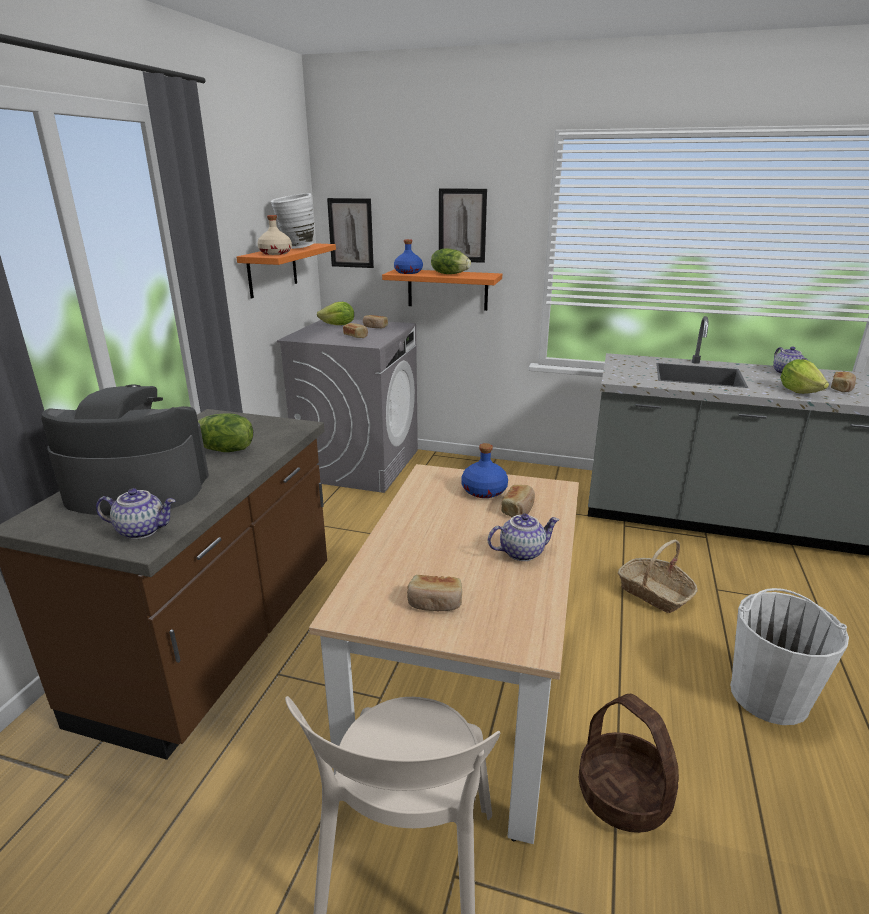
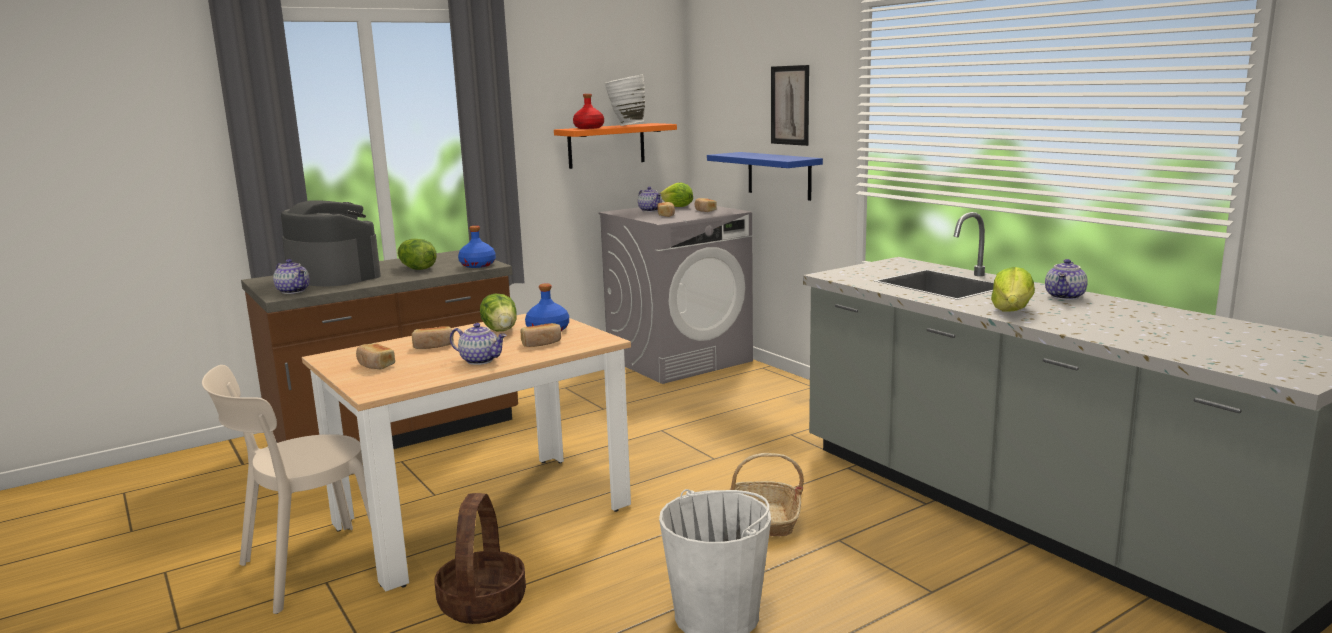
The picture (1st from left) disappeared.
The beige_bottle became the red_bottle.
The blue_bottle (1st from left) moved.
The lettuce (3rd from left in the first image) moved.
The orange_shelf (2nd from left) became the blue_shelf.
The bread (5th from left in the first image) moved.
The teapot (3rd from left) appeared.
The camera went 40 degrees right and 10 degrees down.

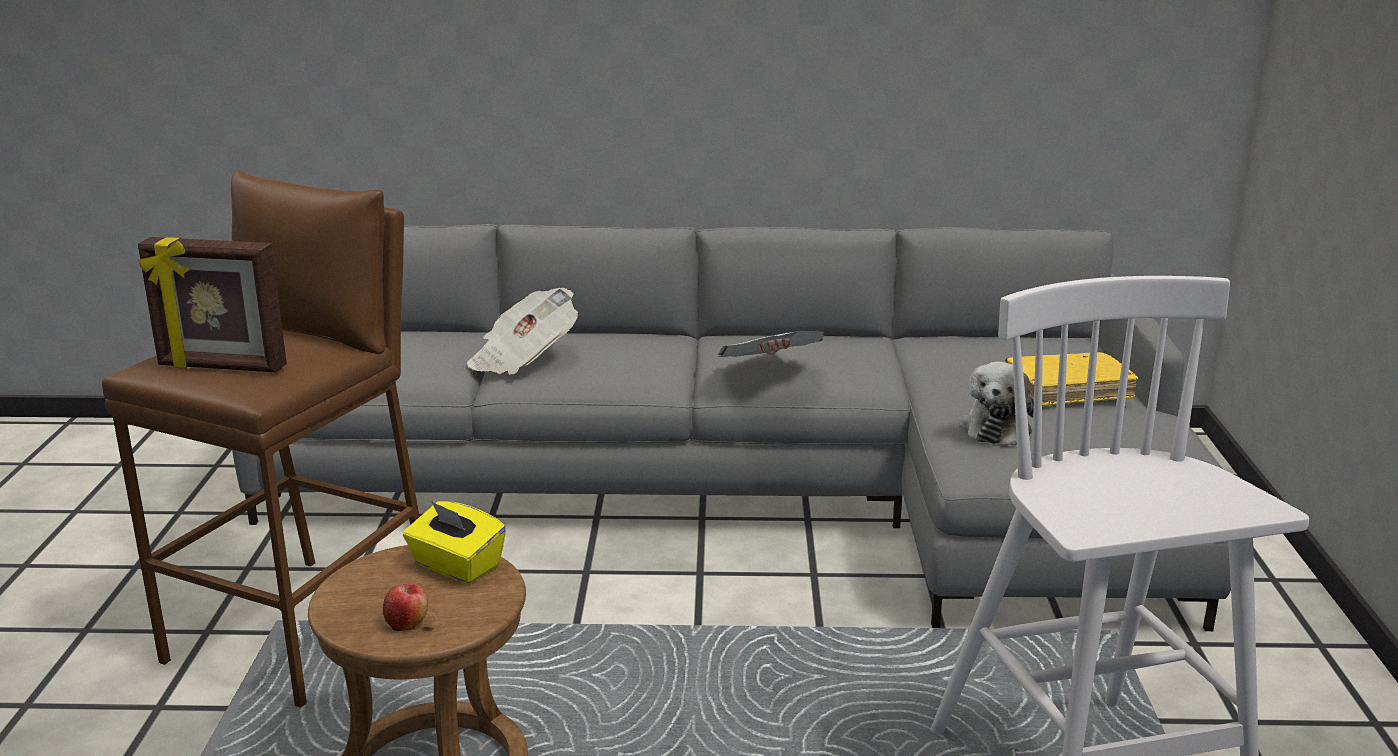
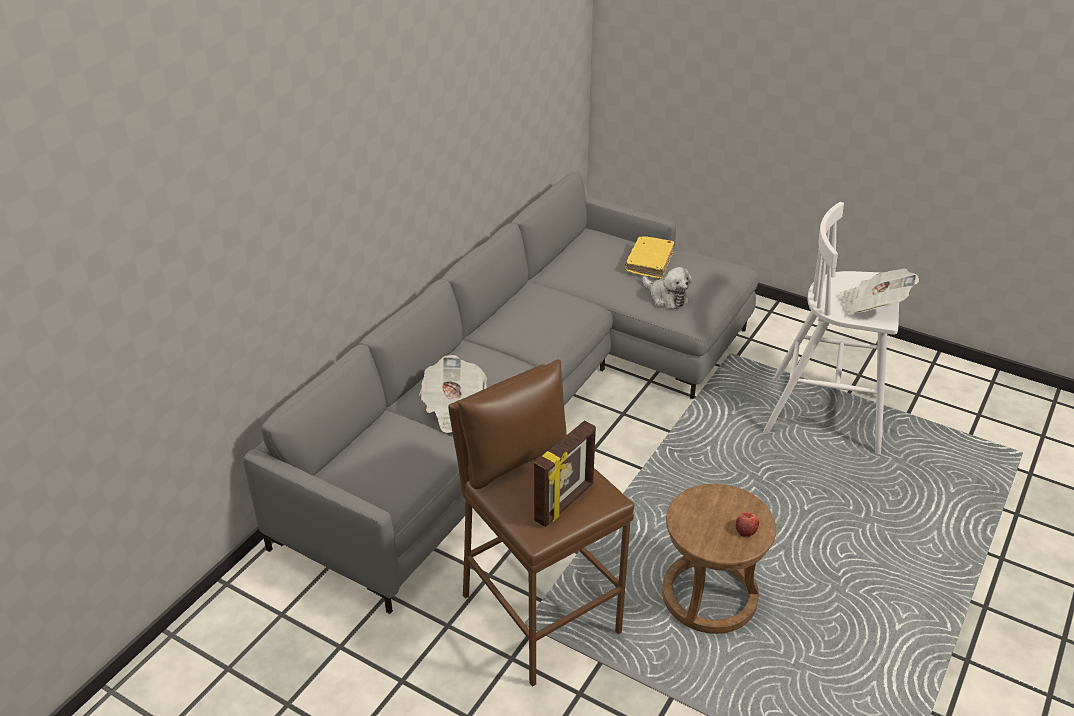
The newspaper (2nd from left) moved.
The yellow_tissue_box disappeared.
The camera went 60 degrees left and 15 degrees up.

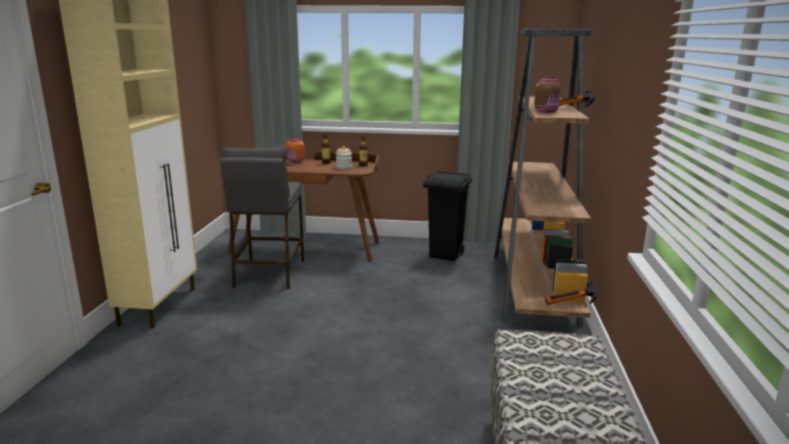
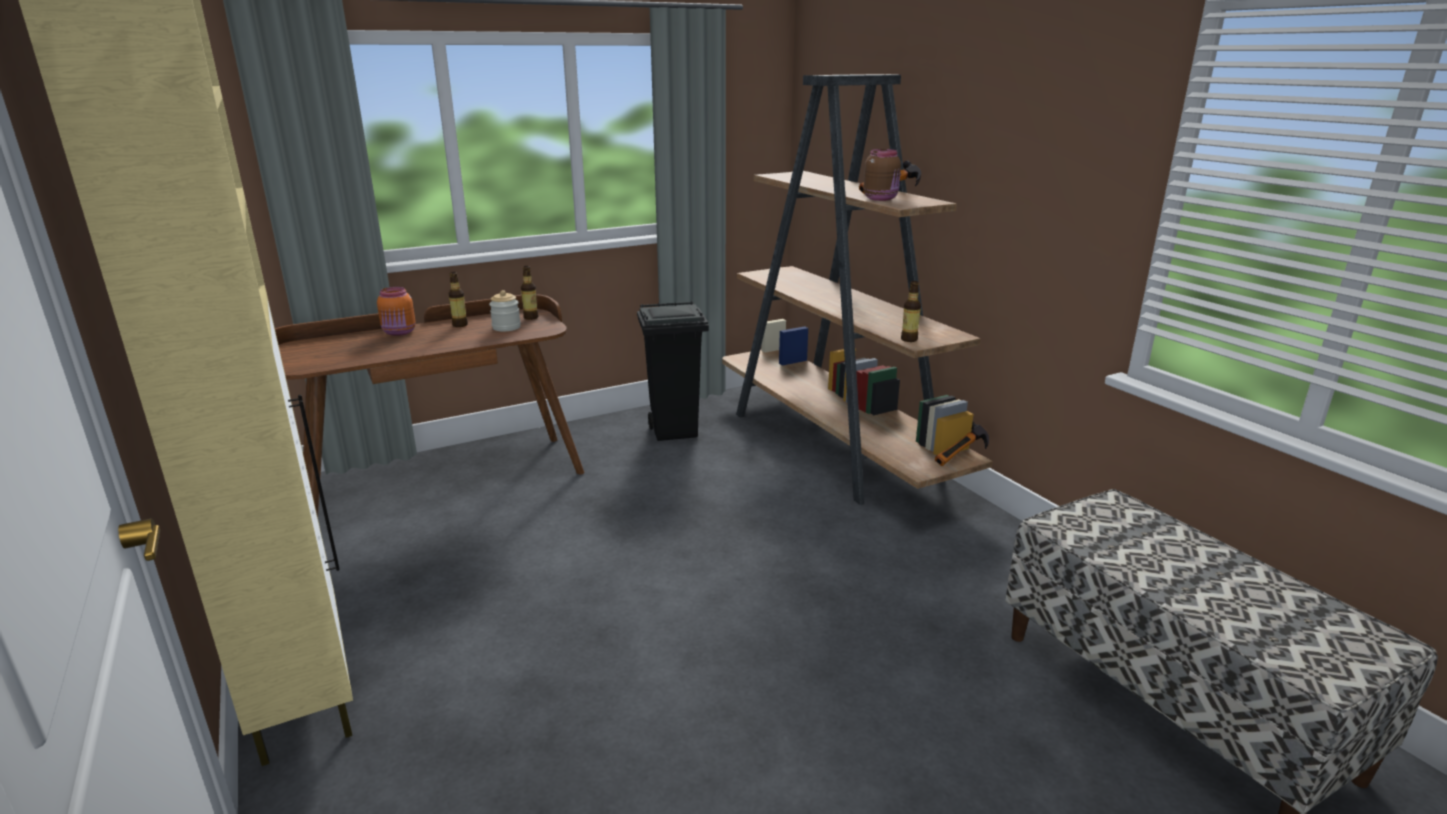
The grey_stool disappeared.
The bottle (3rd from left) appeared.
The camera went 35 degrees left and 5 degrees up.

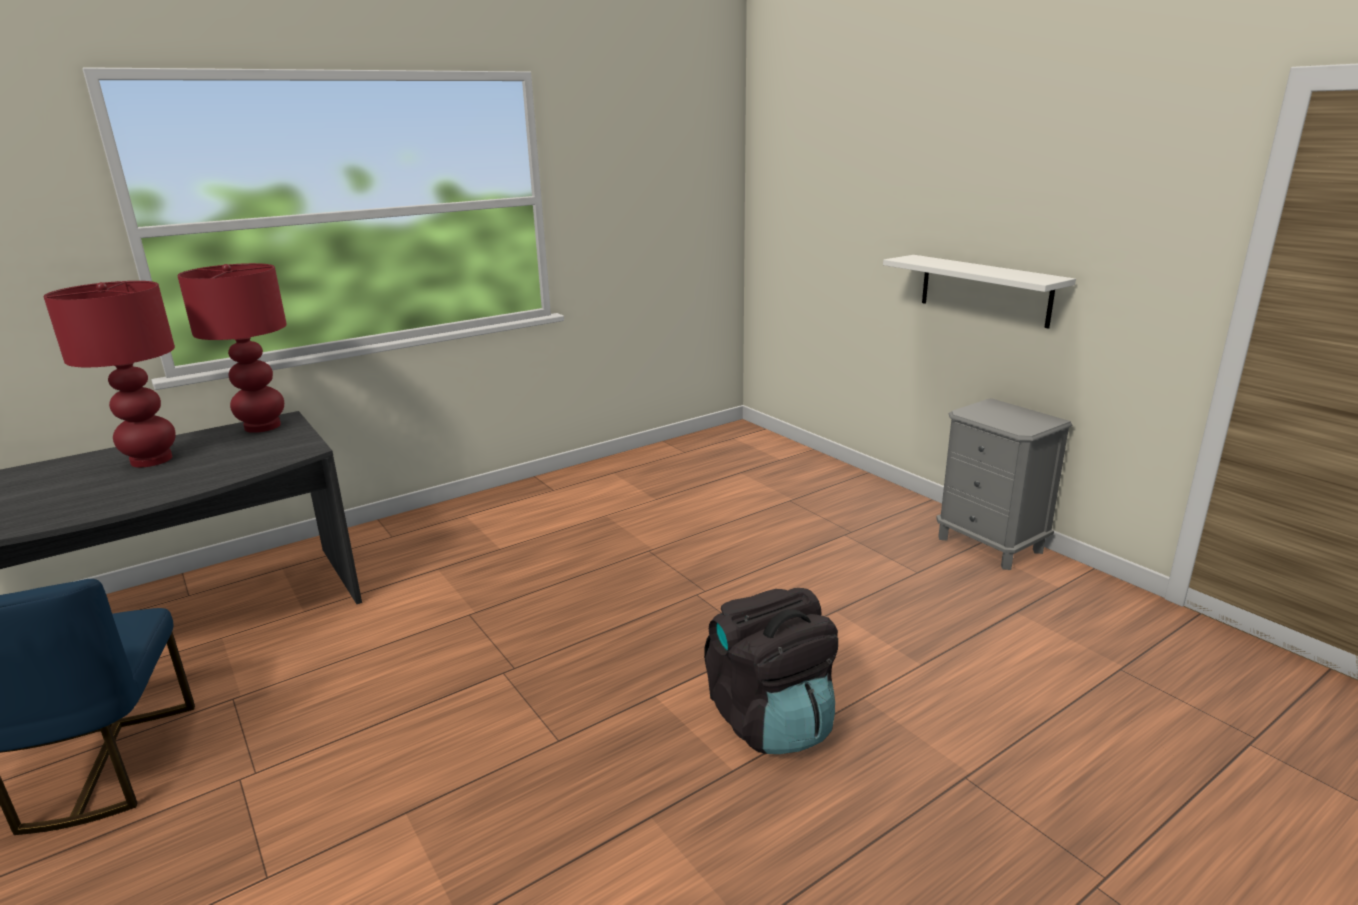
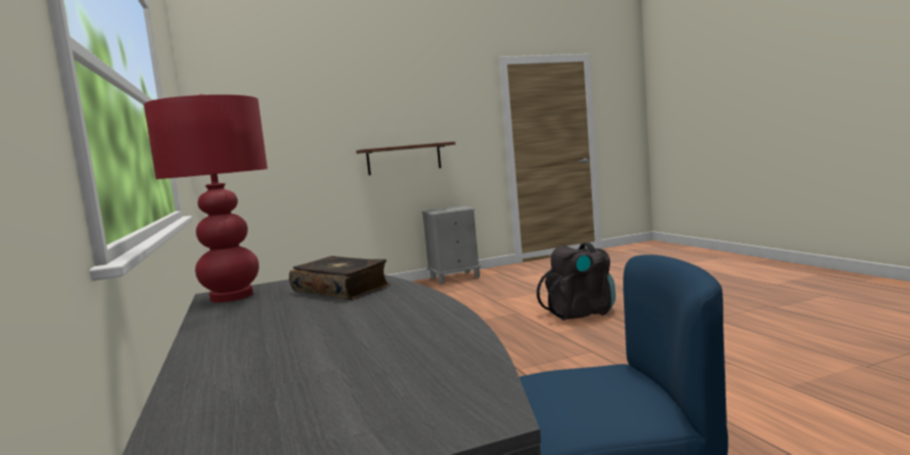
The white_shelf became the brown_shelf.
The red_table_lamp (1st from left) disappeared.
The book appeared.
The camera went 75 degrees left and 15 degrees down.

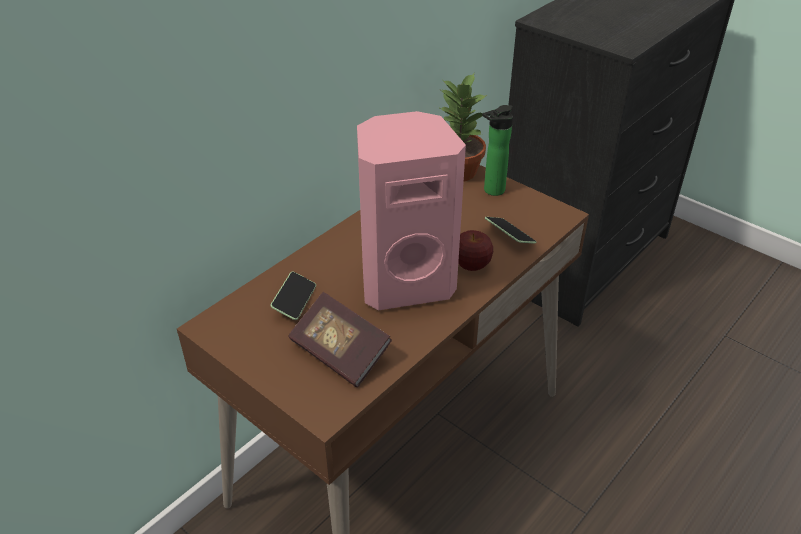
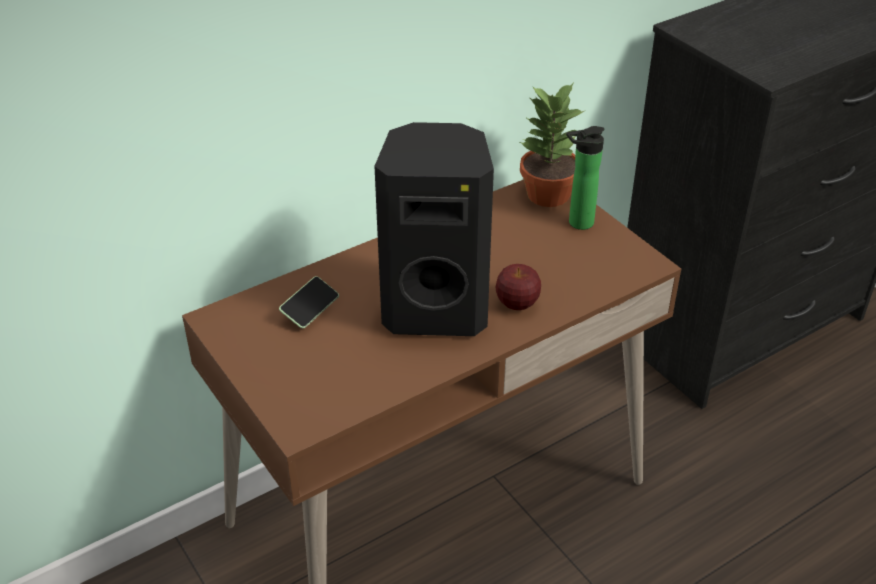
The pink_speaker became the black_speaker.
The phone (2nd from left) disappeared.
The book disappeared.
The camera went 15 degrees right and 0 degrees up.

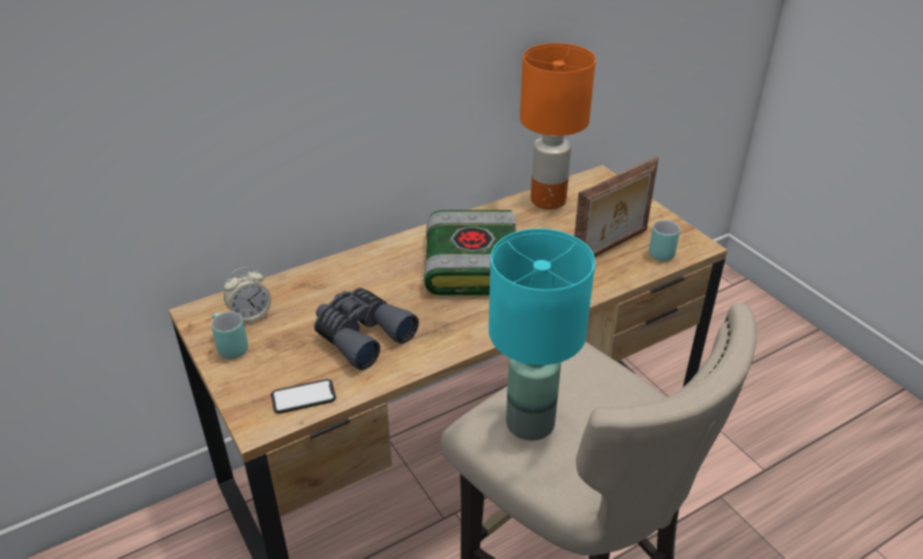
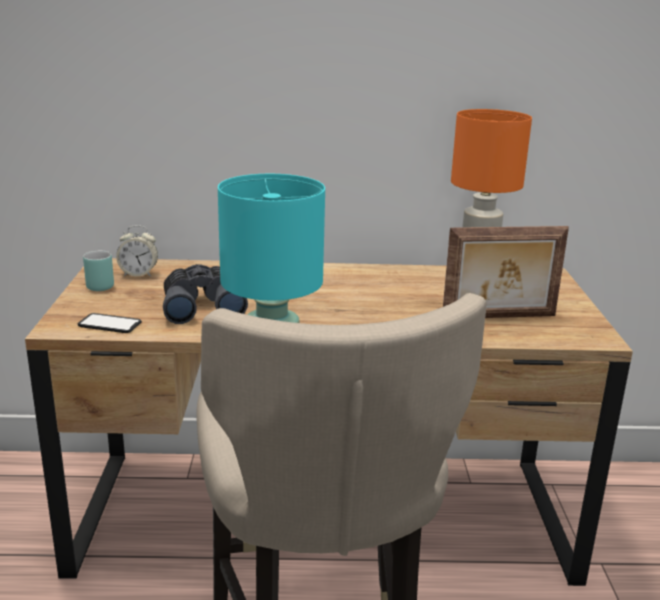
The book disappeared.
The turquoise_mug (2nd from left) disappeared.
The camera went 30 degrees right and 15 degrees down.

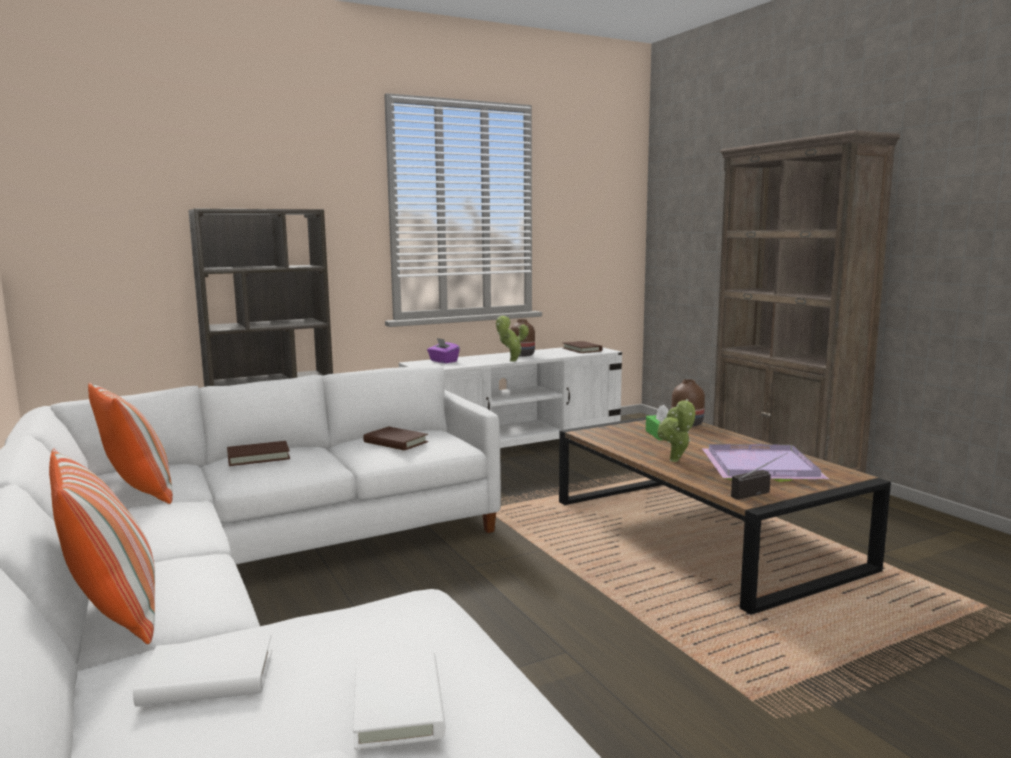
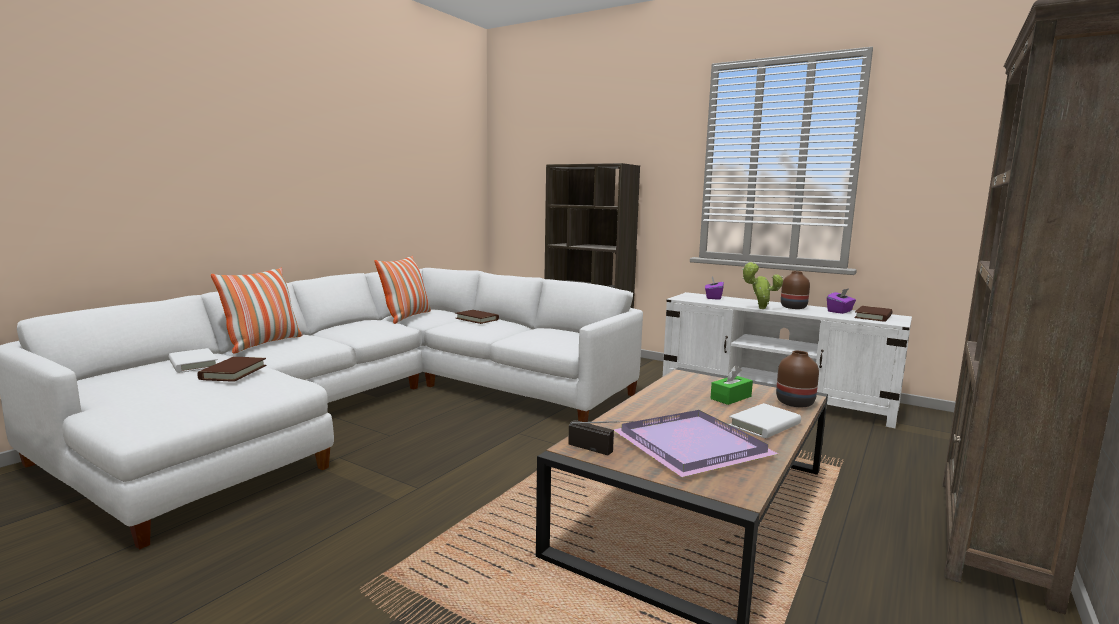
The potted_plant (2nd from left) disappeared.
The brown_book (2nd from left in the first image) moved.
The white_book (2nd from left) moved.
The purple_tissue_box (2nd from left) appeared.
The camera went 60 degrees right and 0 degrees up.

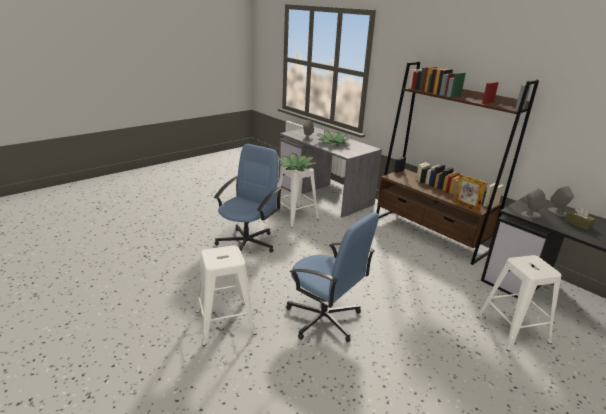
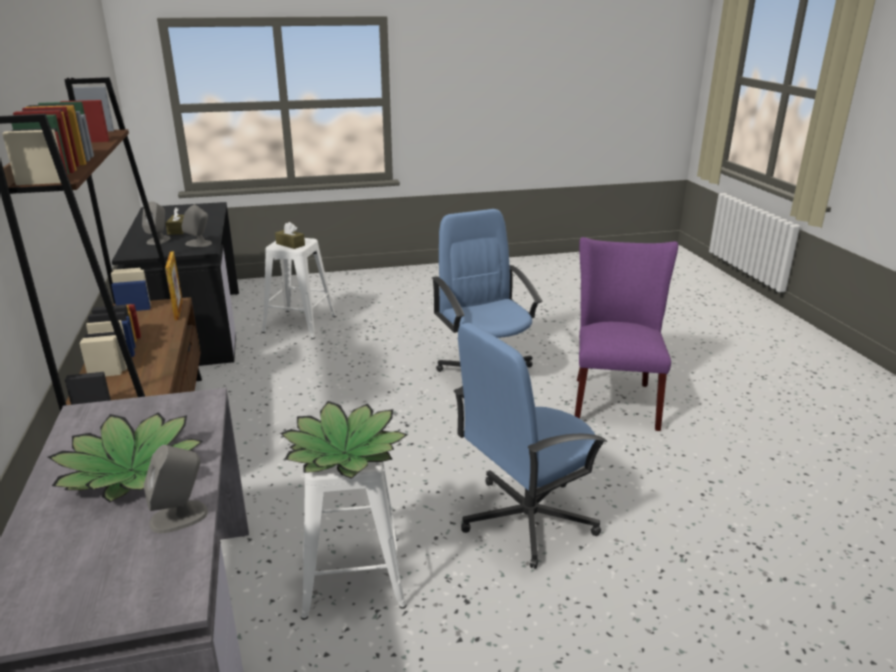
The white_stool (1st from left) was replaced by the purple_chair.
The brown_tissue_box (2nd from left) appeared.
The camera went 150 degrees left and 0 degrees up.

